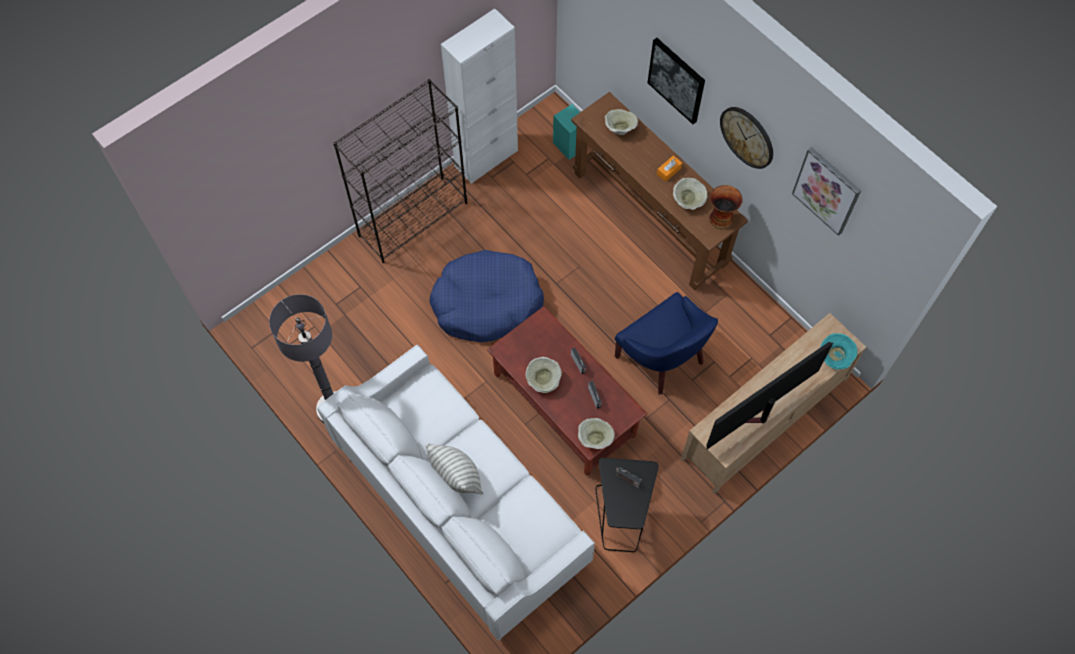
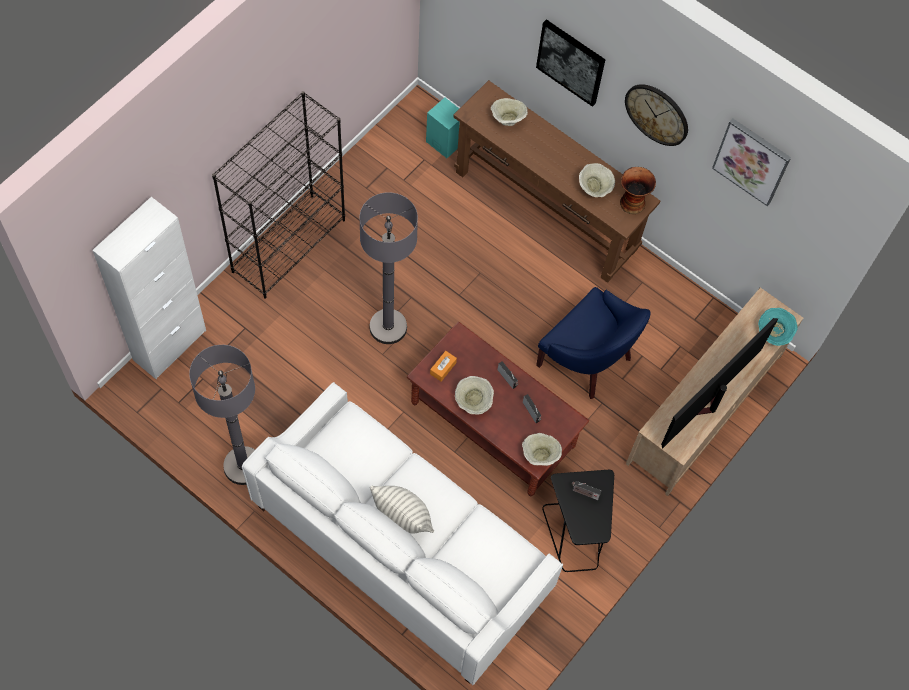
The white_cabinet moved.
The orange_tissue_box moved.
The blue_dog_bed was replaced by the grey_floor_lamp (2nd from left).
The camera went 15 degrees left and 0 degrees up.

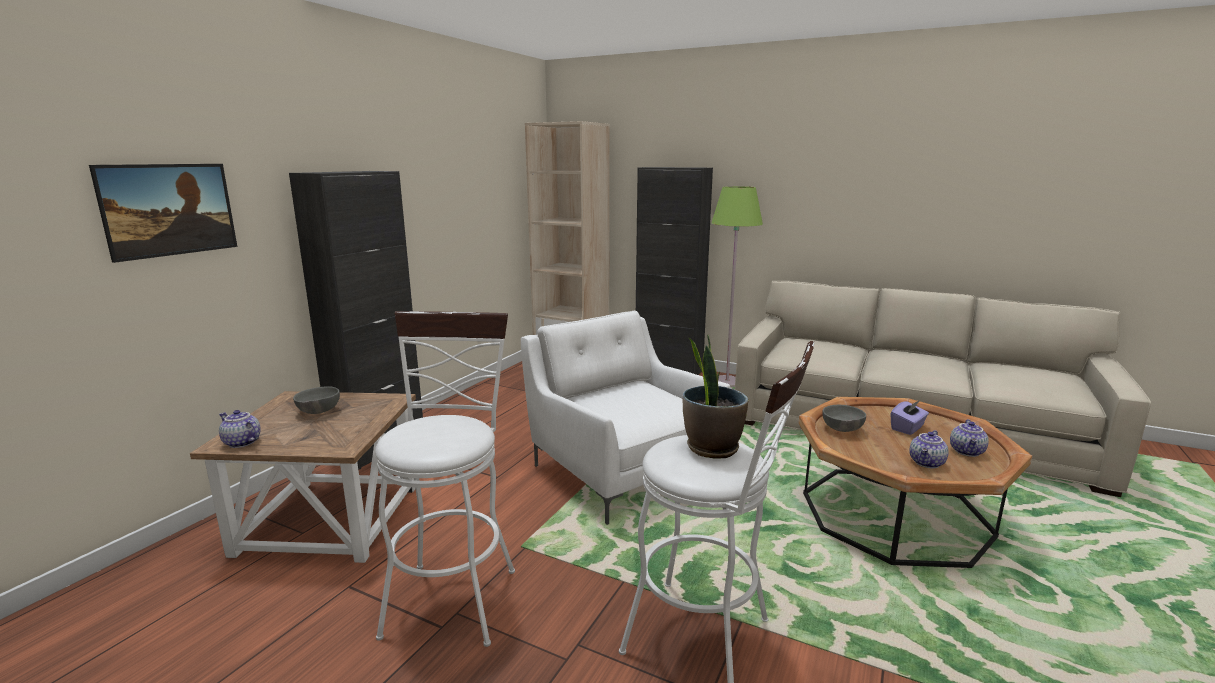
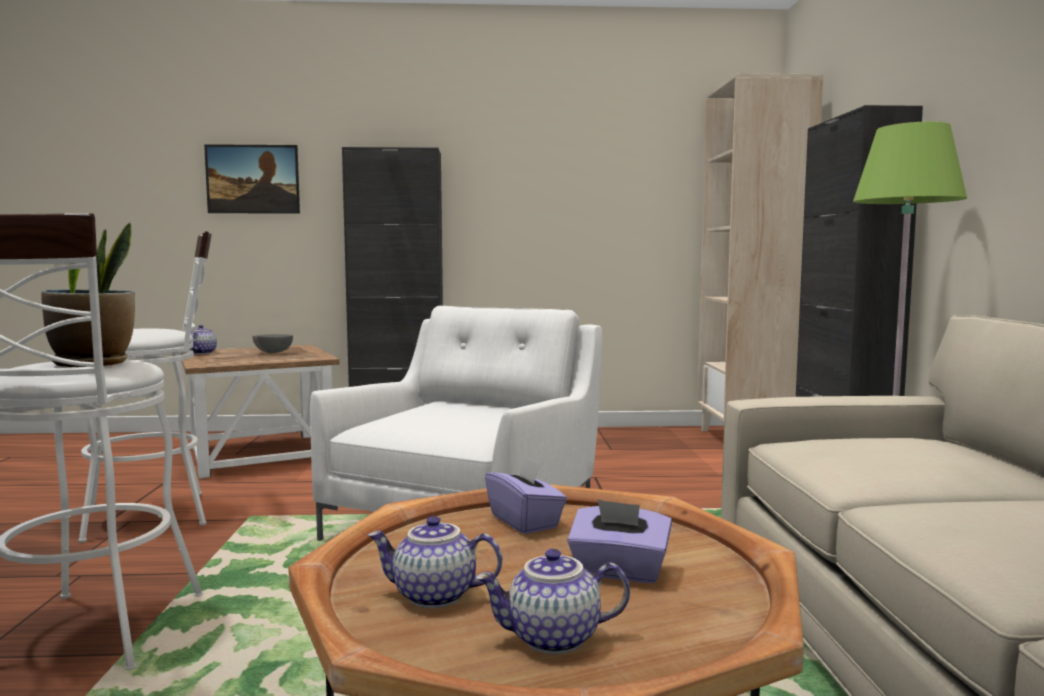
The grey_bowl (2nd from left) was replaced by the purple_tissue_box (1st from left).
The camera went 60 degrees right and 10 degrees down.

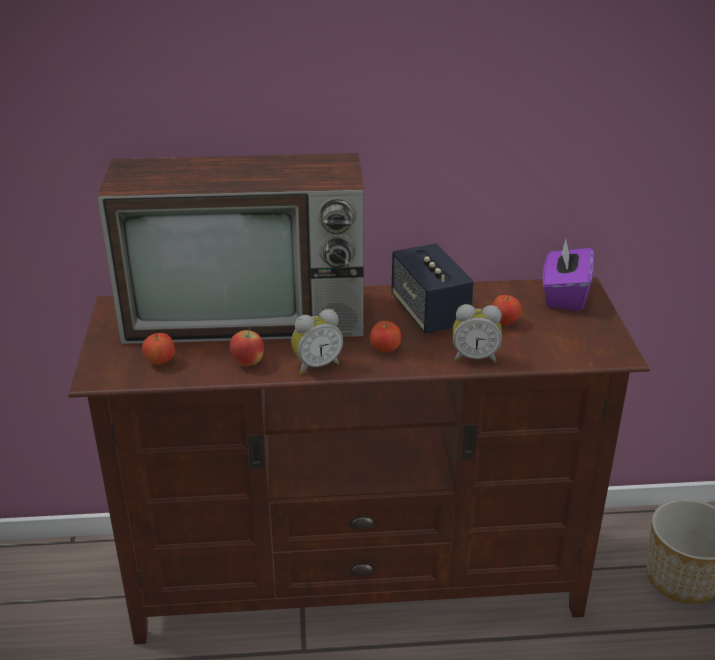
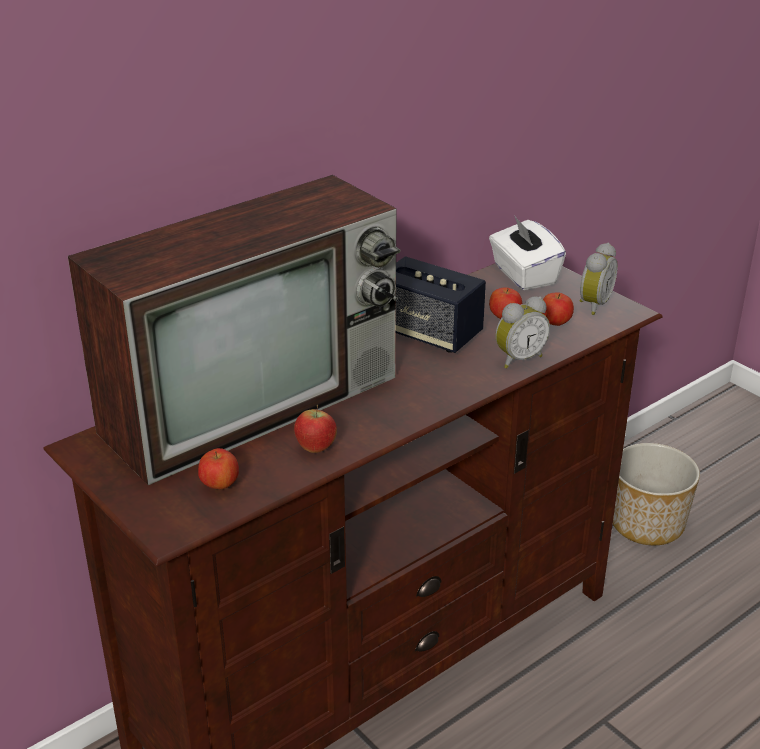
The purple_tissue_box became the white_tissue_box.
The alarm_clock (1st from left in the first image) moved.
The apple (3rd from left in the first image) moved.
The camera went 35 degrees left and 0 degrees up.

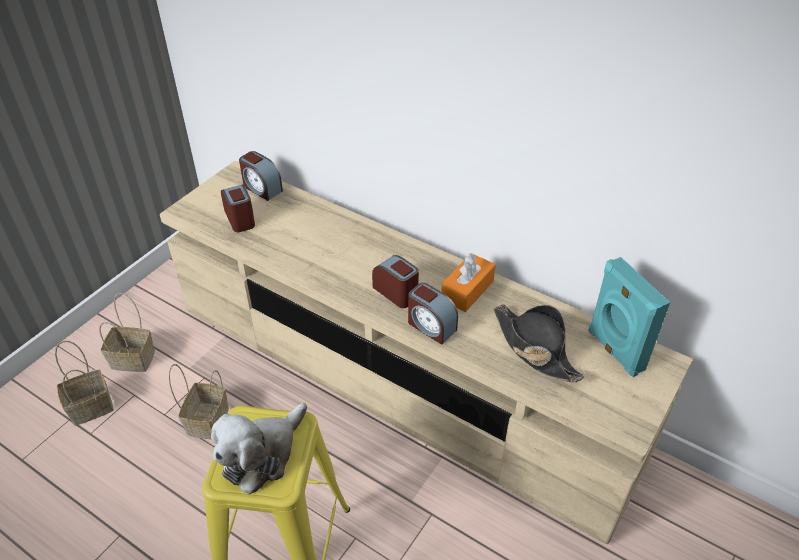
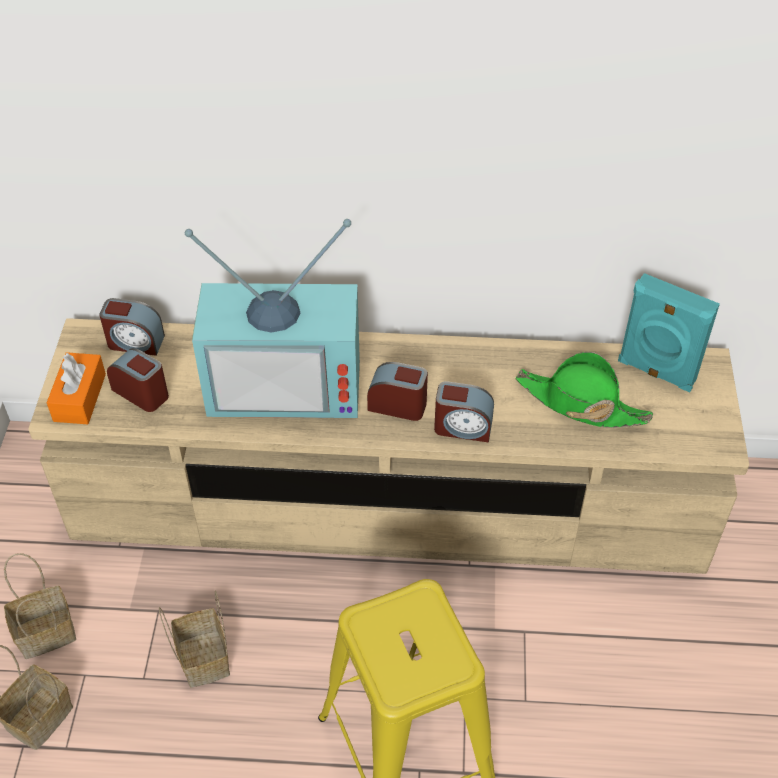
The orange_tissue_box moved.
The black_hat became the green_hat.
The plush_toy disappeared.
The television appeared.
The camera went 30 degrees left and 5 degrees up.

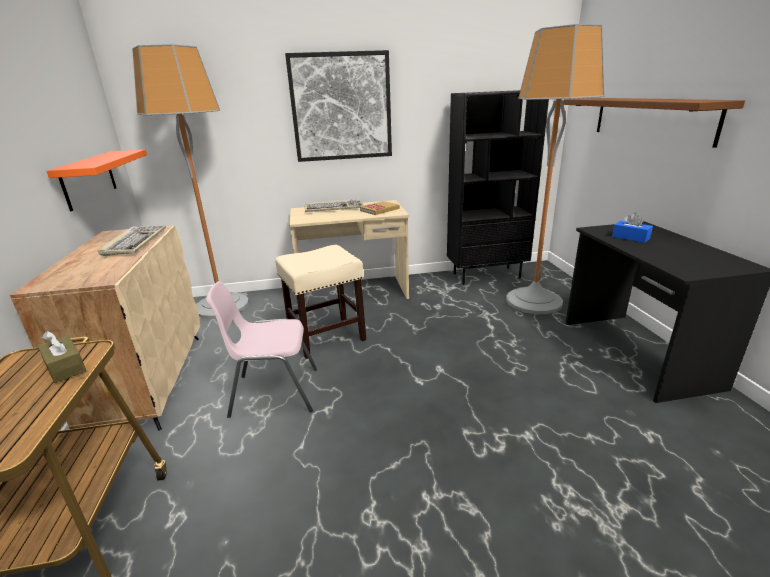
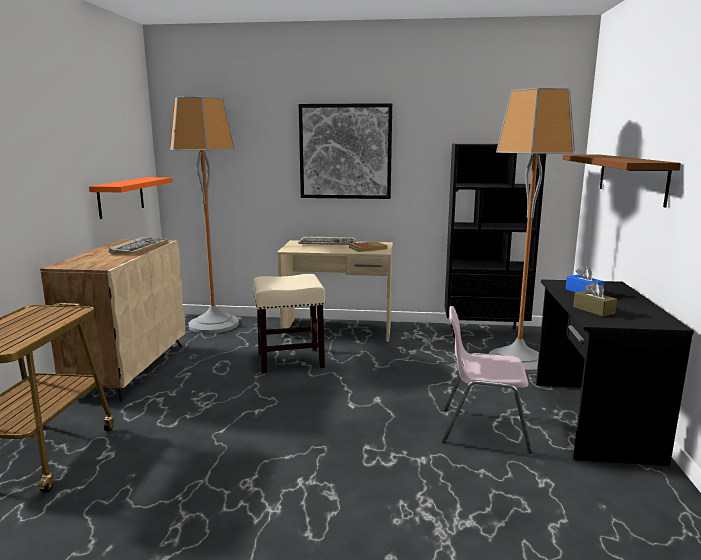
The pink_chair moved.
The brown_tissue_box moved.
The camera went 15 degrees right and 10 degrees down.

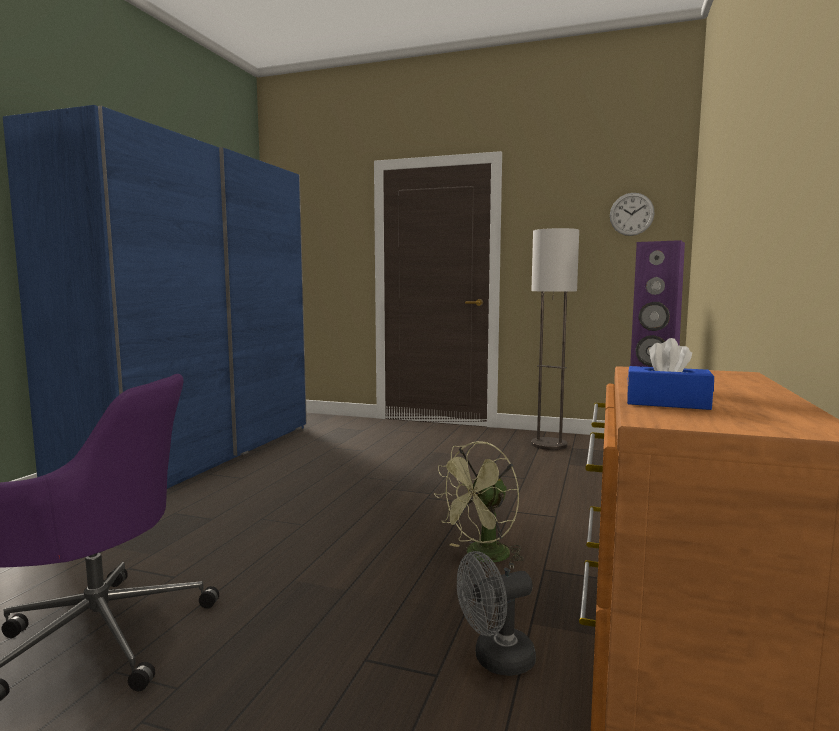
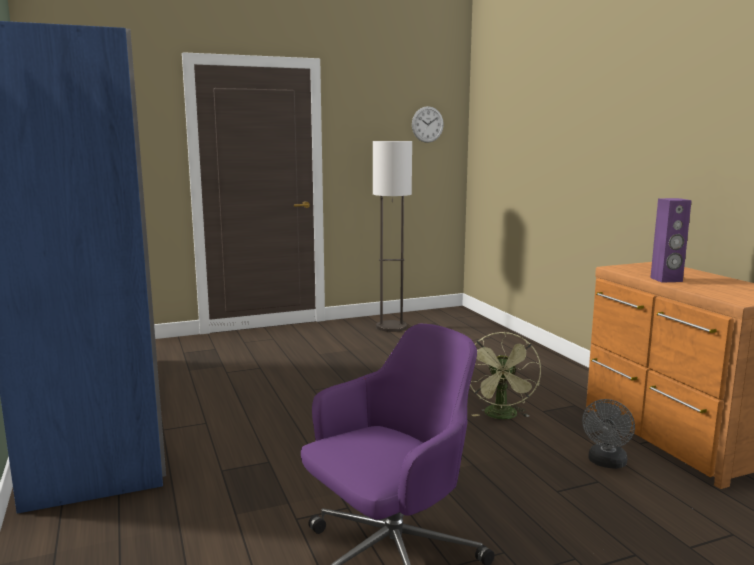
The blue_tissue_box disappeared.
The camera went 40 degrees left and 5 degrees up.

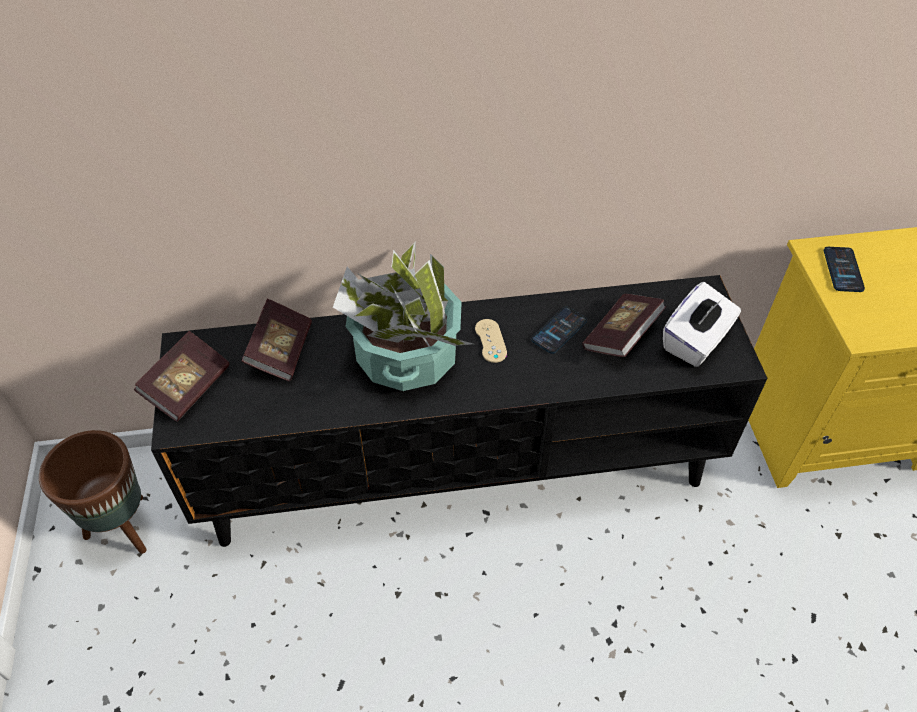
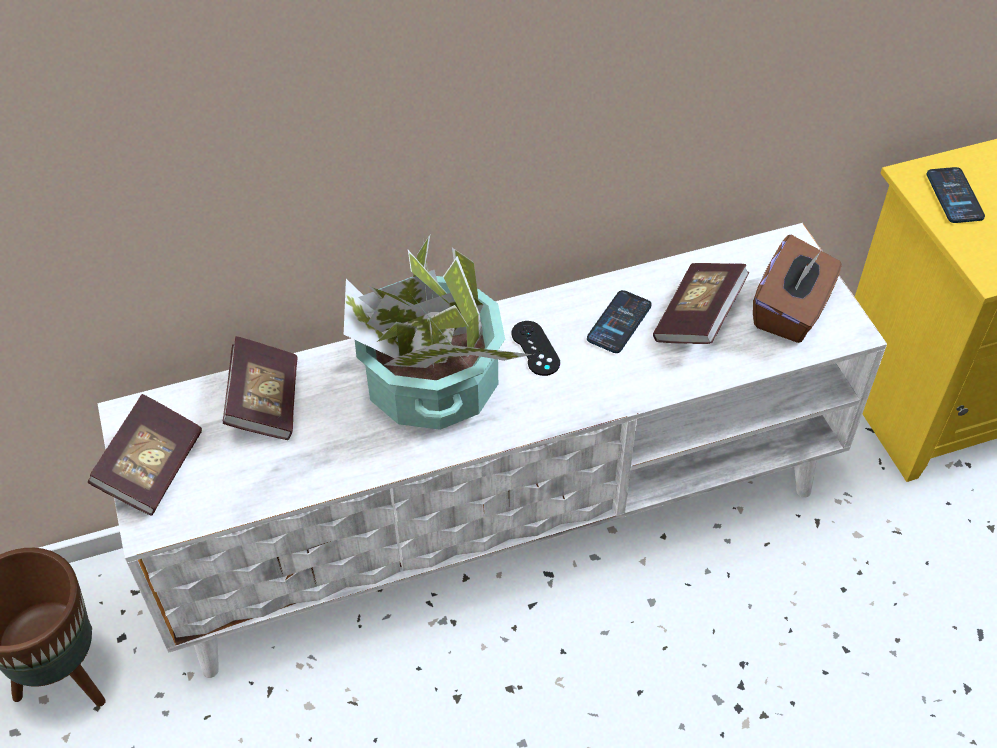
The black_tv_stand became the white_tv_stand.
The white_tissue_box became the brown_tissue_box.
The beige_game_controller became the black_game_controller.
The camera went 10 degrees left and 0 degrees up.

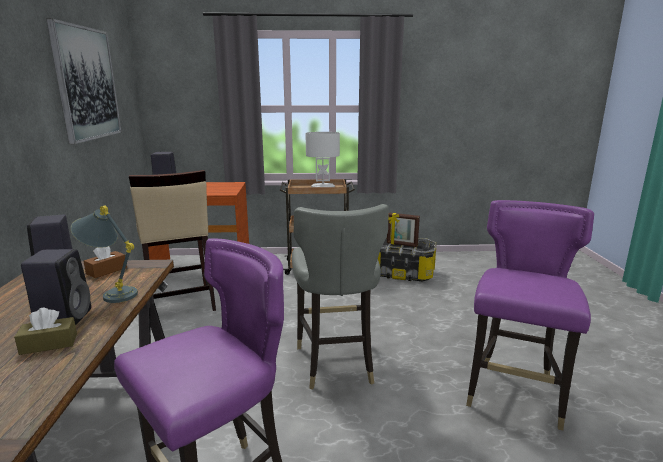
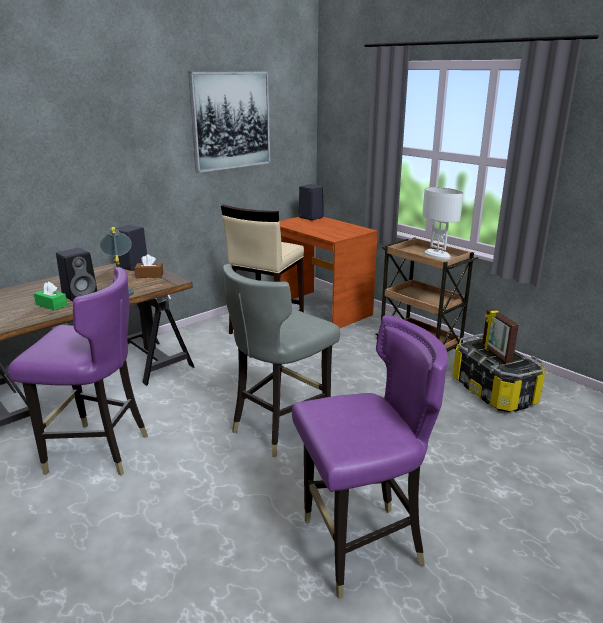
The brown_tissue_box (1st from left) became the green_tissue_box.
The camera went 50 degrees right and 5 degrees up.

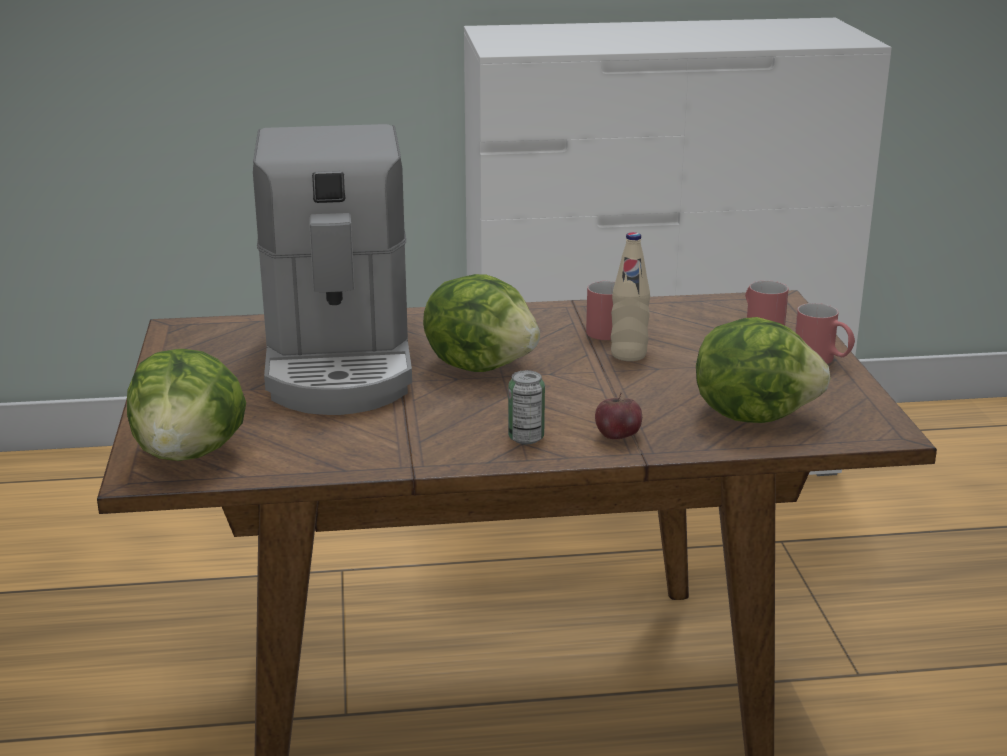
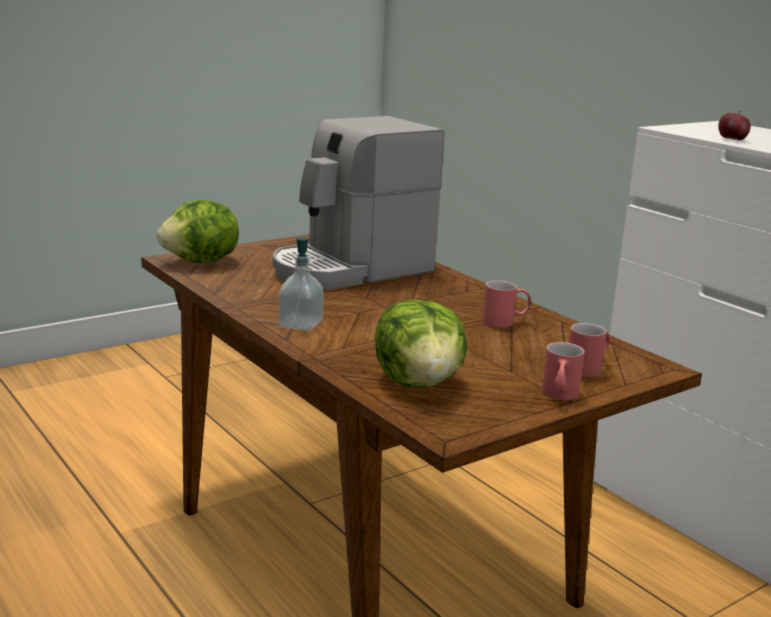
The beige_bottle disappeared.
The lettuce (2nd from left) disappeared.
The can was replaced by the soap_dispenser.
The apple moved.
The camera went 60 degrees right and 5 degrees down.

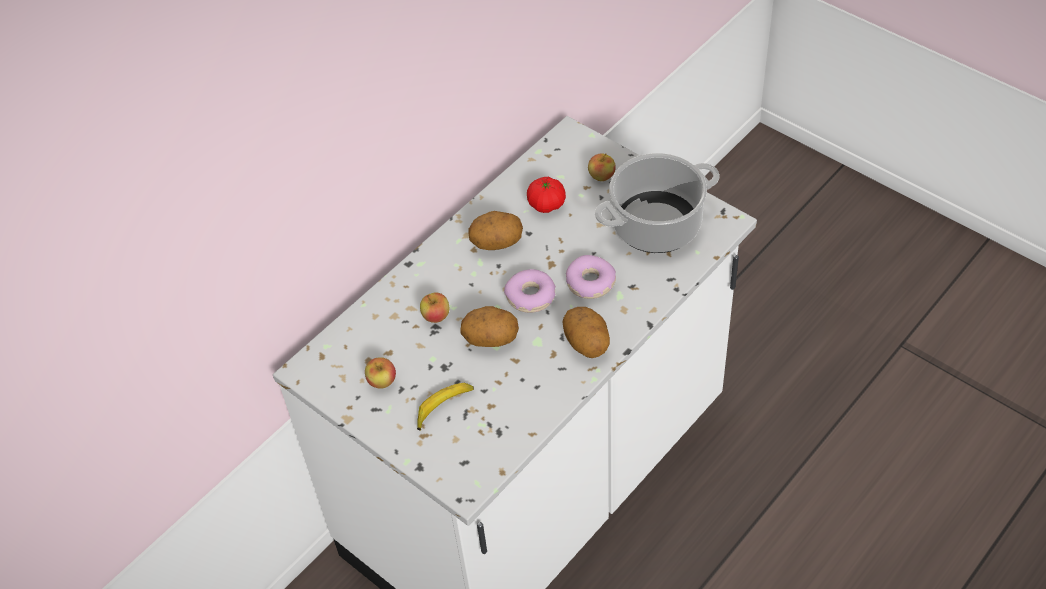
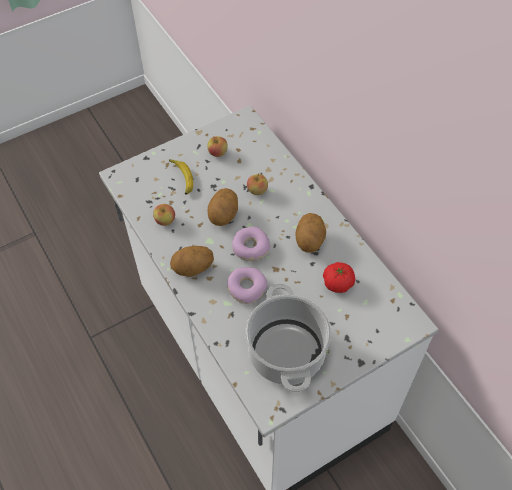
The apple (3rd from left in the first image) moved.
The camera went 105 degrees right and 5 degrees up.

